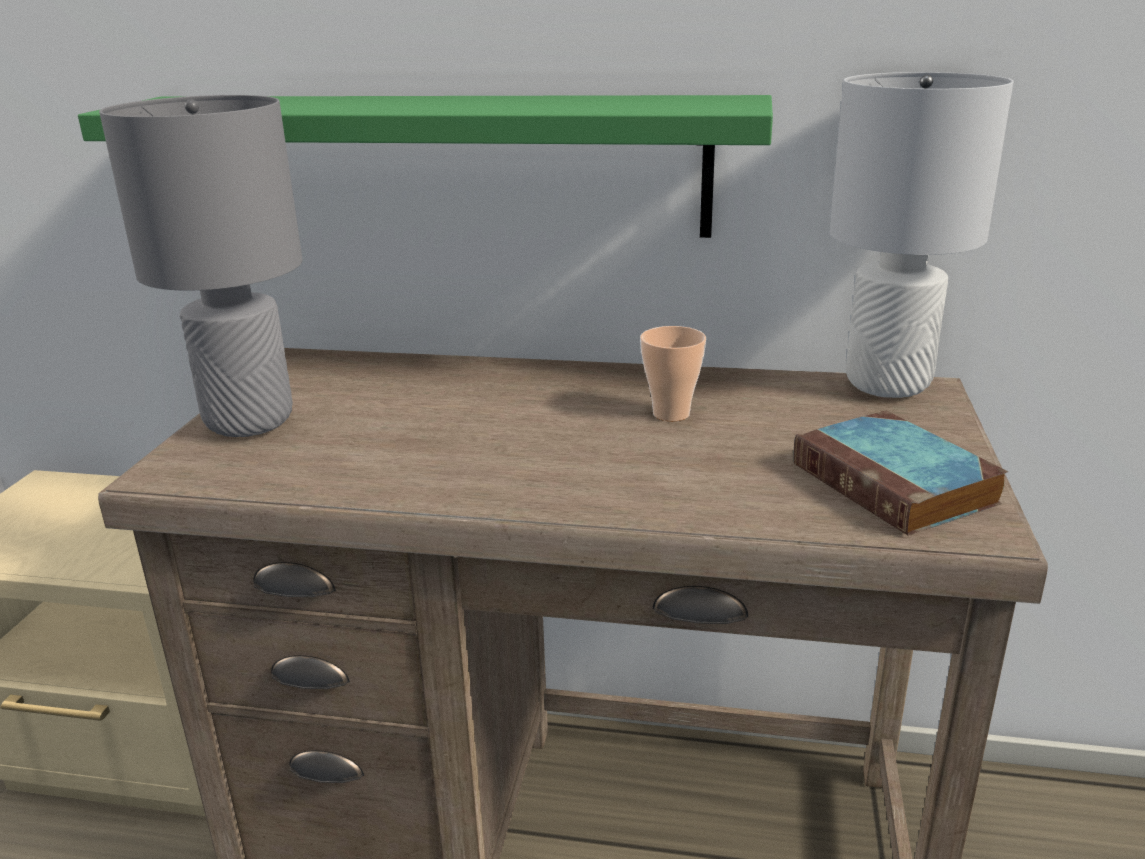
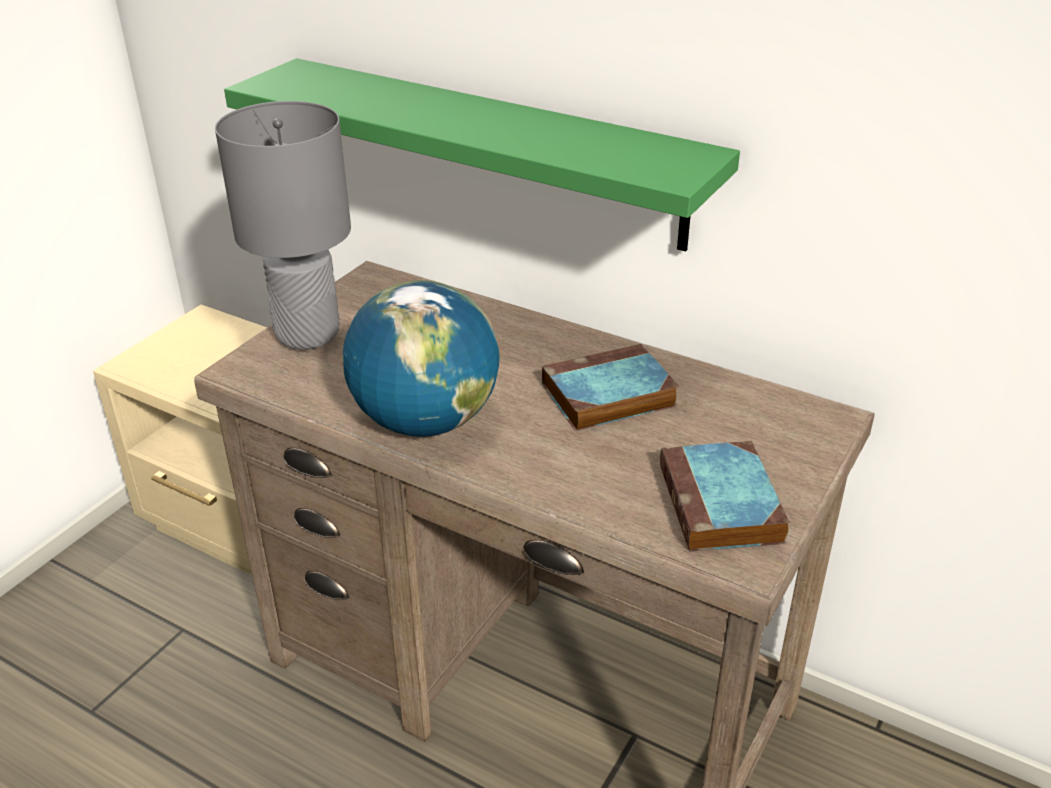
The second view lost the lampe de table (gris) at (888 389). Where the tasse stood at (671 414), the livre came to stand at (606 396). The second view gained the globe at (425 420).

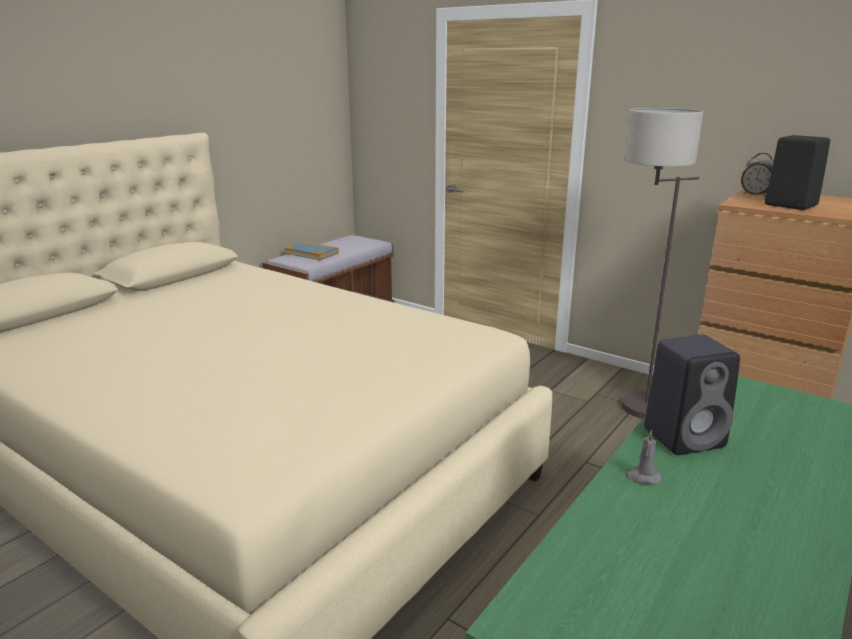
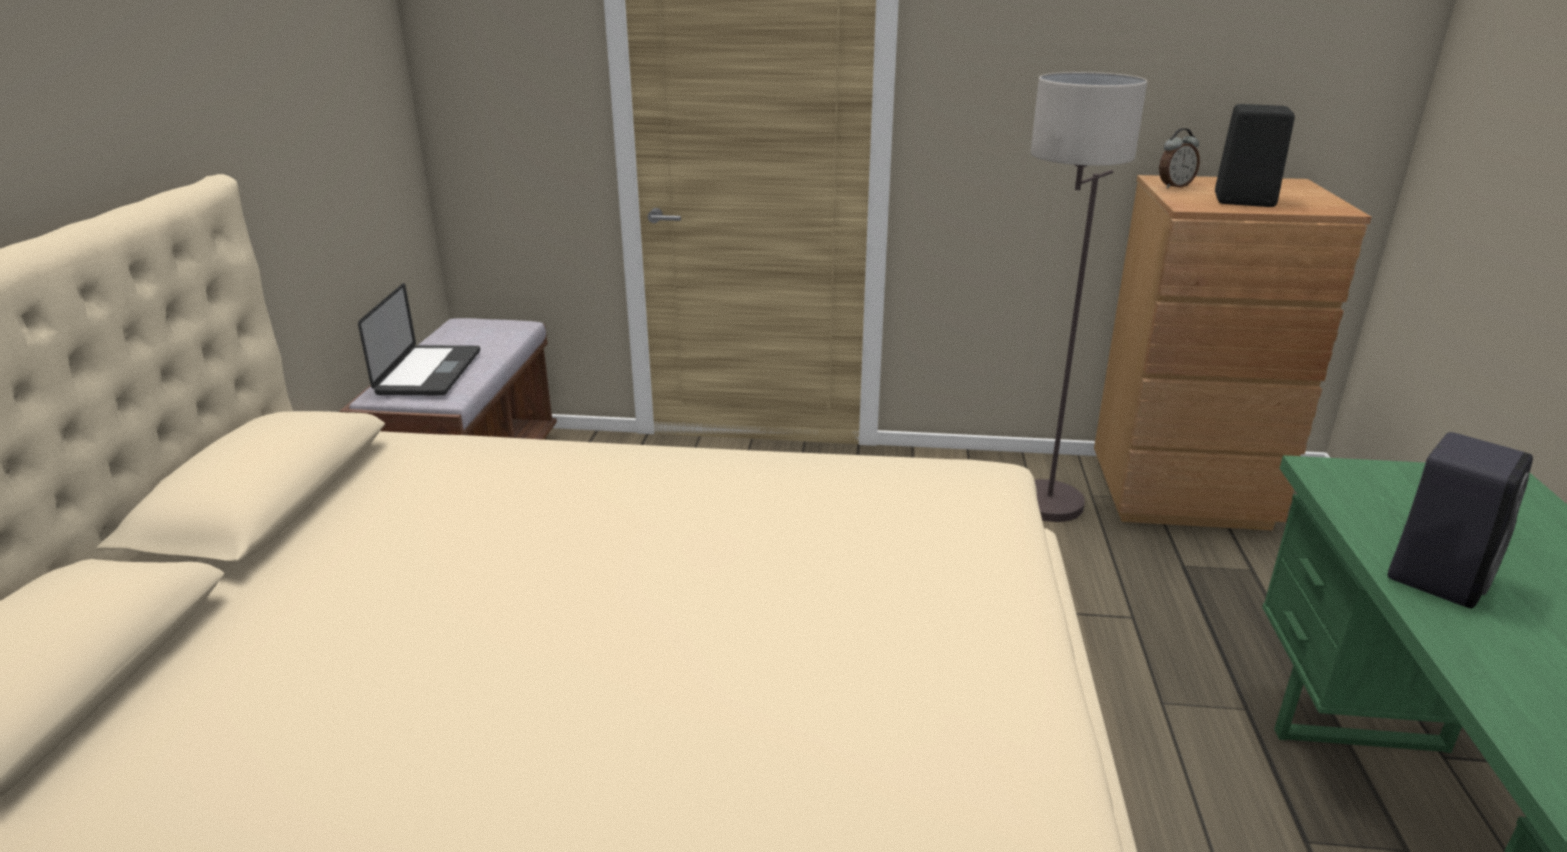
The réveil at (755 194) ended up facing another way, 45 degrees counterclockwise from before. Where the livre stood at (311 253), the ordinateur portable came to stand at (429 372). The second view lost the bougie (gris) at (642 477).

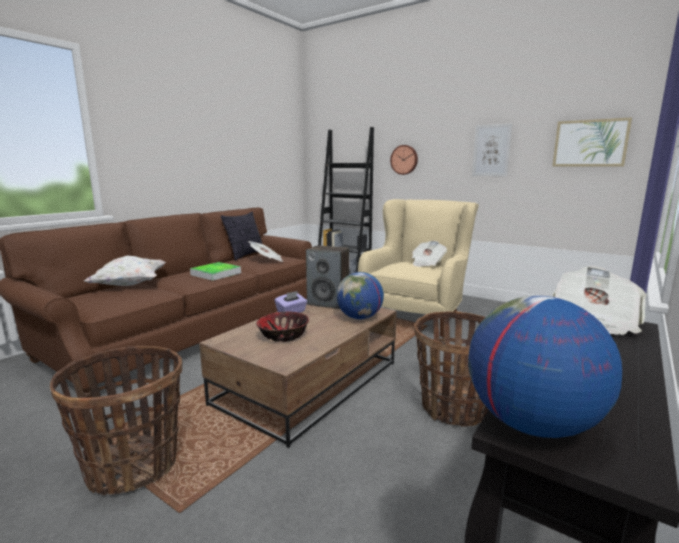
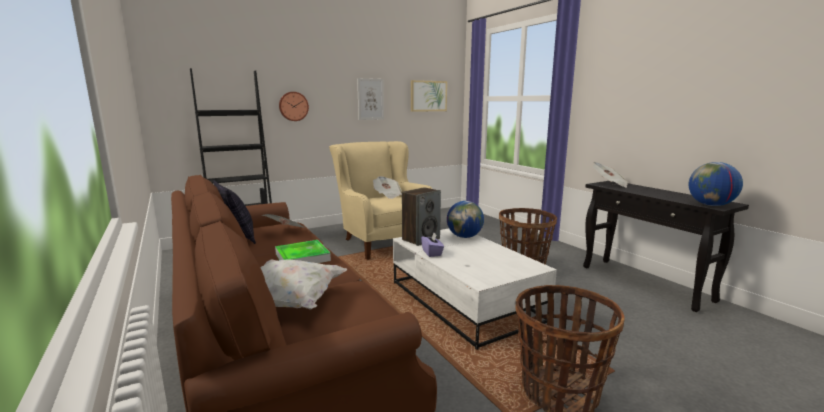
What was the table basse (marron) at (309 382) turned into the table basse (blanc) at (463 301). The second view lost the bol at (283 336).

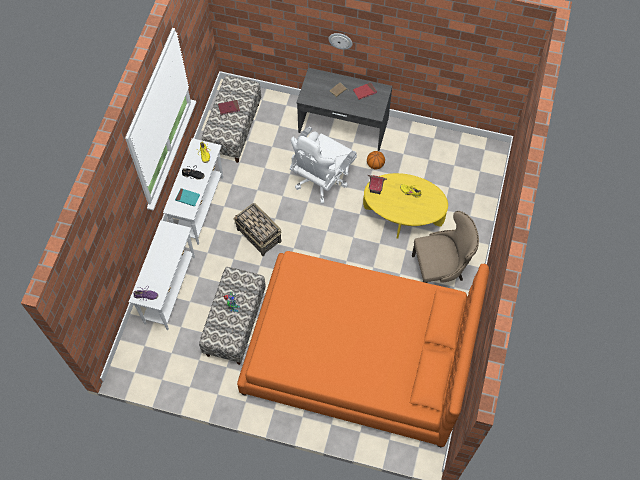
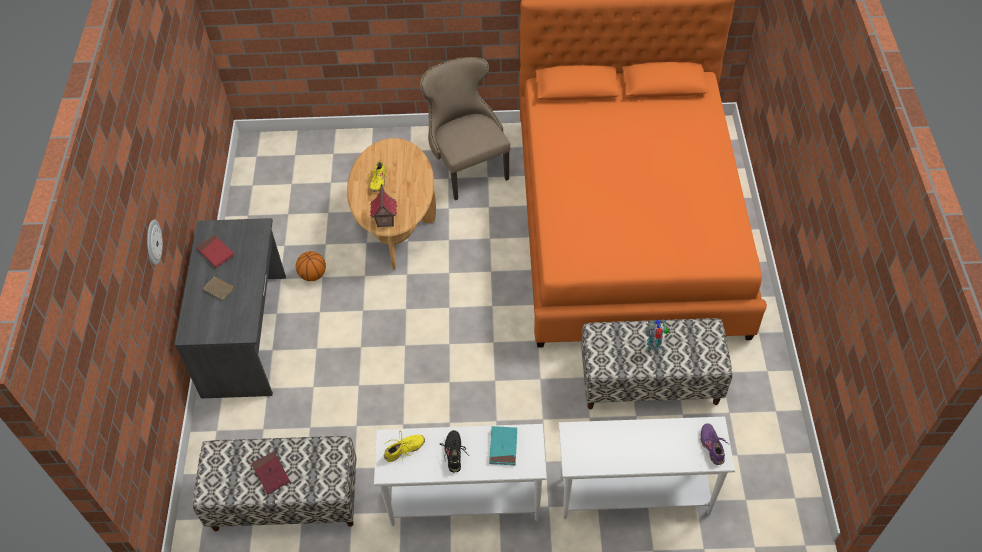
The second view lost the chaise de bureau (blanc) at (322 178). What was the table basse (jaune) at (402 217) turned into the table basse (marron) at (396 223). The second view lost the panier at (259 236).

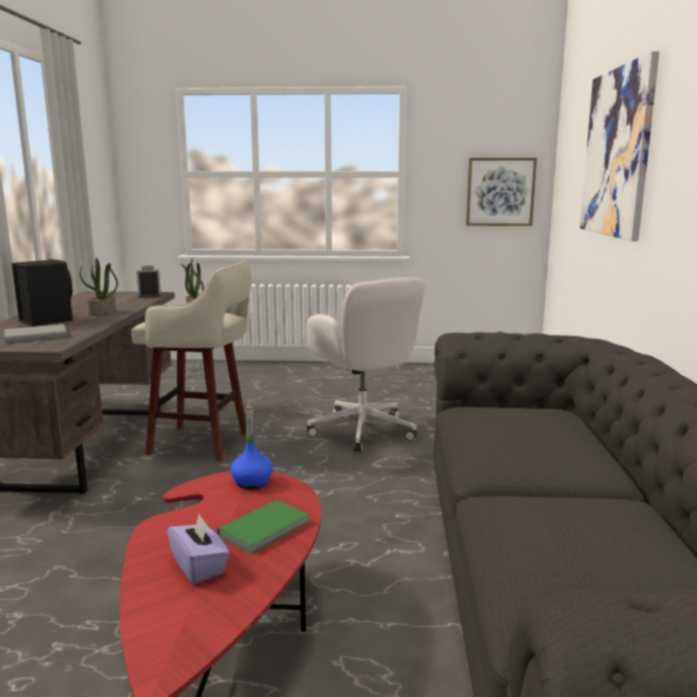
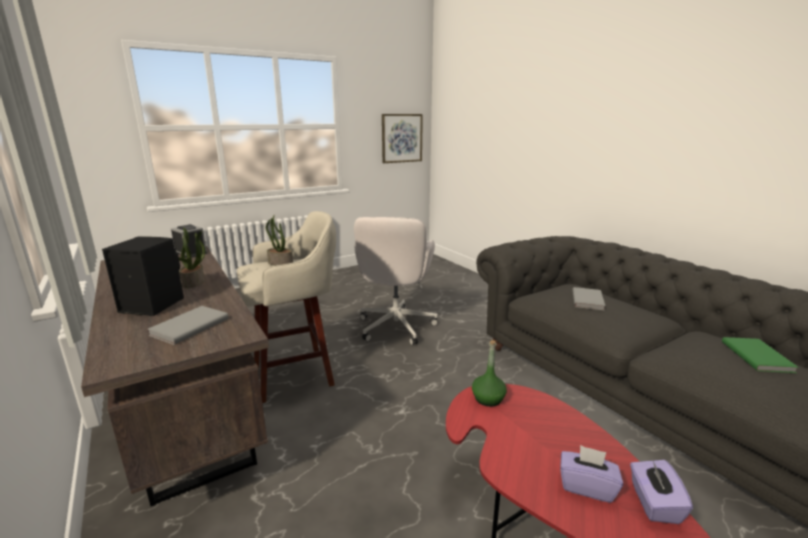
The second view lost the tableau at (617 153). The chaise de bureau (blanc) at (362 431) ended up facing another way, 75 degrees clockwise from before. What was the bouteille (bleu) at (251 482) turned into the bouteille (vert) at (488 399). The livre (vert) ended up elsewhere, having gone from (266 529) to (757 356). The second view gained the livre (gris) at (588 300). The second view gained the boîte à mouchoirs (violet) at (654 503).

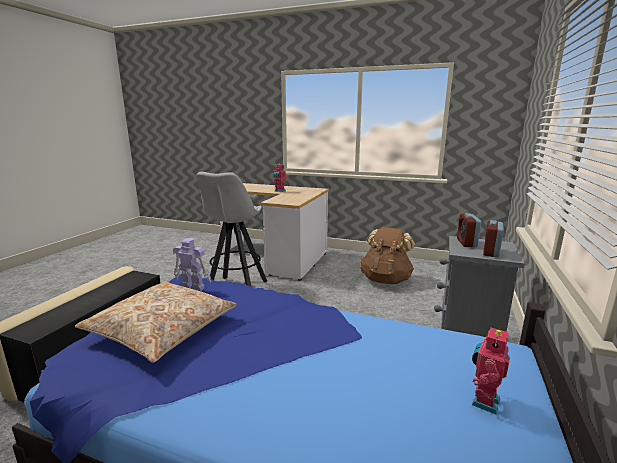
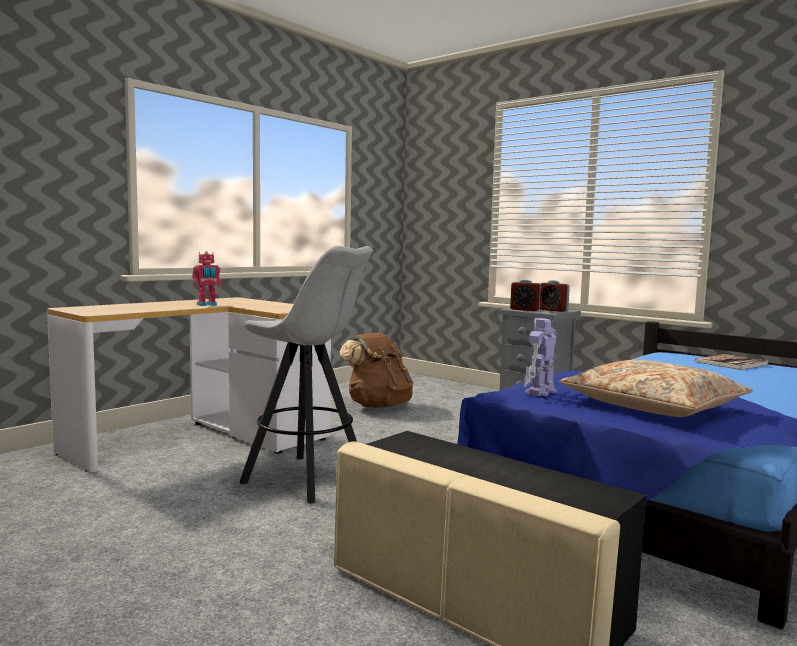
Where the robot jouet stood at (483 401), the livre came to stand at (731 363).

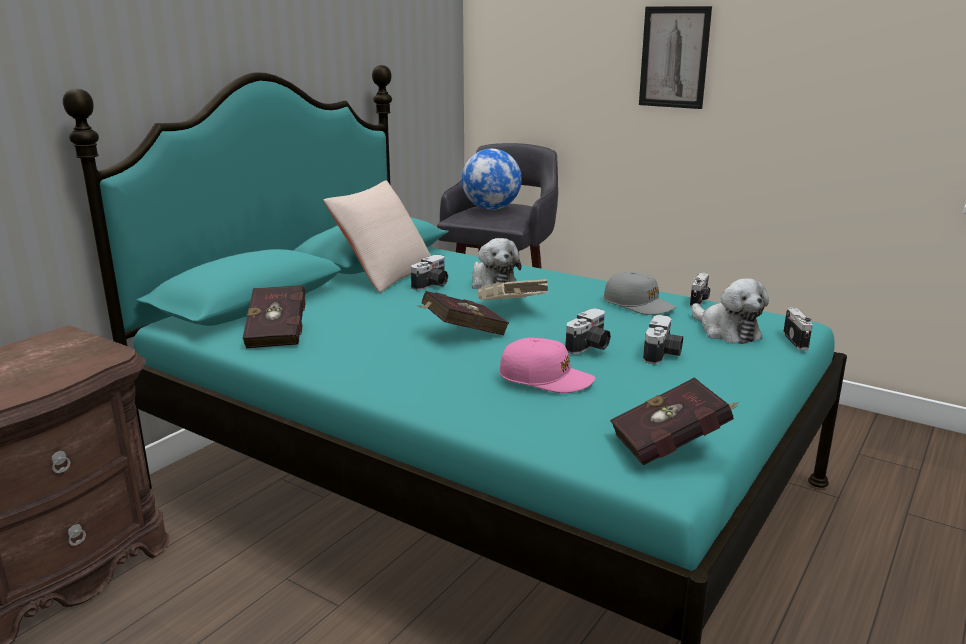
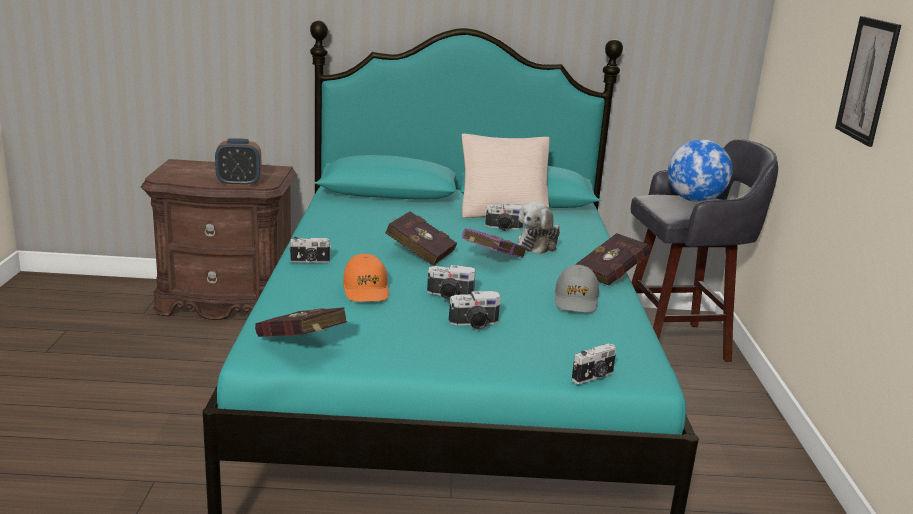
The appareil photo ended up elsewhere, having gone from (699 301) to (310 261). The second view lost the peluche at (726 331). What was the livre (beige) at (512 310) turned into the livre (violet) at (490 260). The livre (rouge) ended up elsewhere, having gone from (279 334) to (613 275). What was the casquette (rose) at (545 378) turned into the casquette (orange) at (366 289). The second view gained the réveil at (239 183).

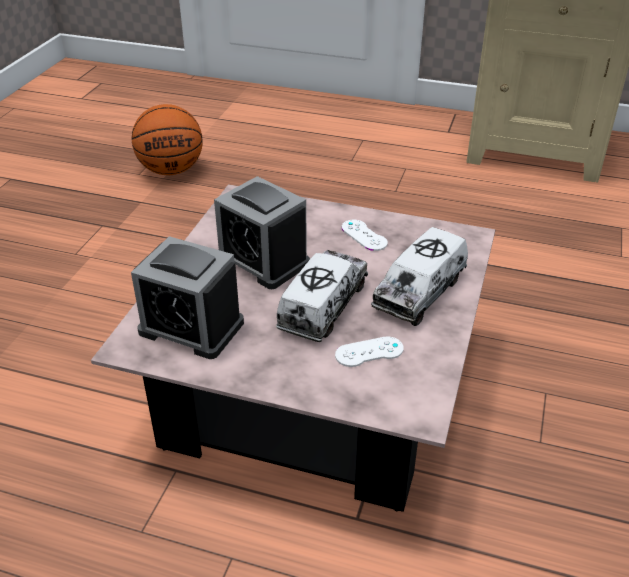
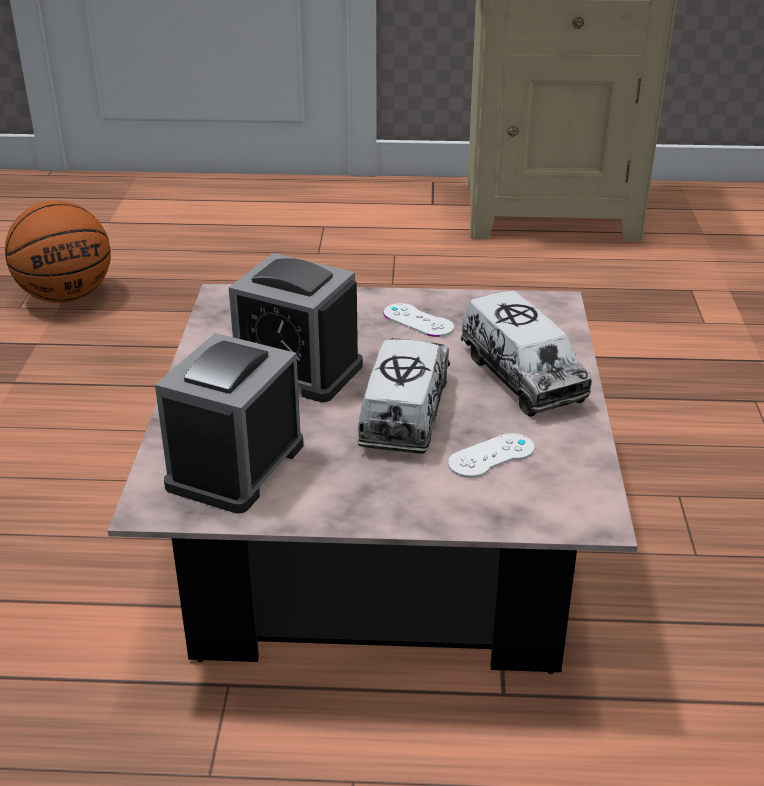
The camion jouet at (419 292) ended up facing another way, 45 degrees counterclockwise from before. The réveil at (191 327) ended up facing another way, 105 degrees clockwise from before.

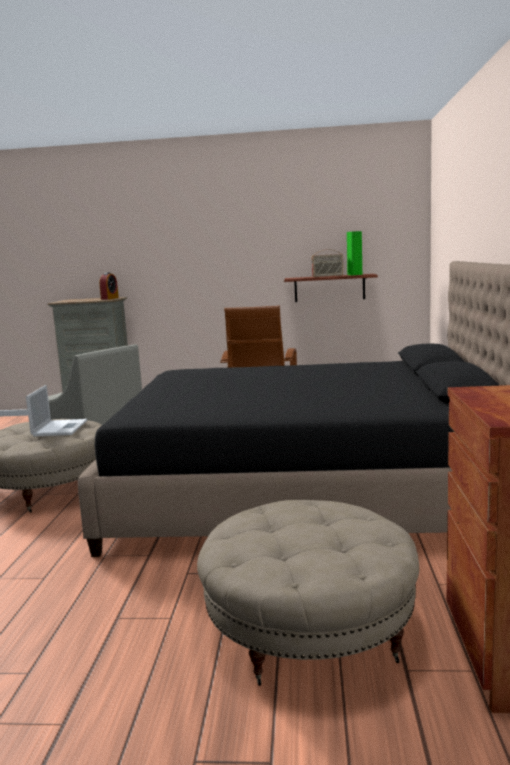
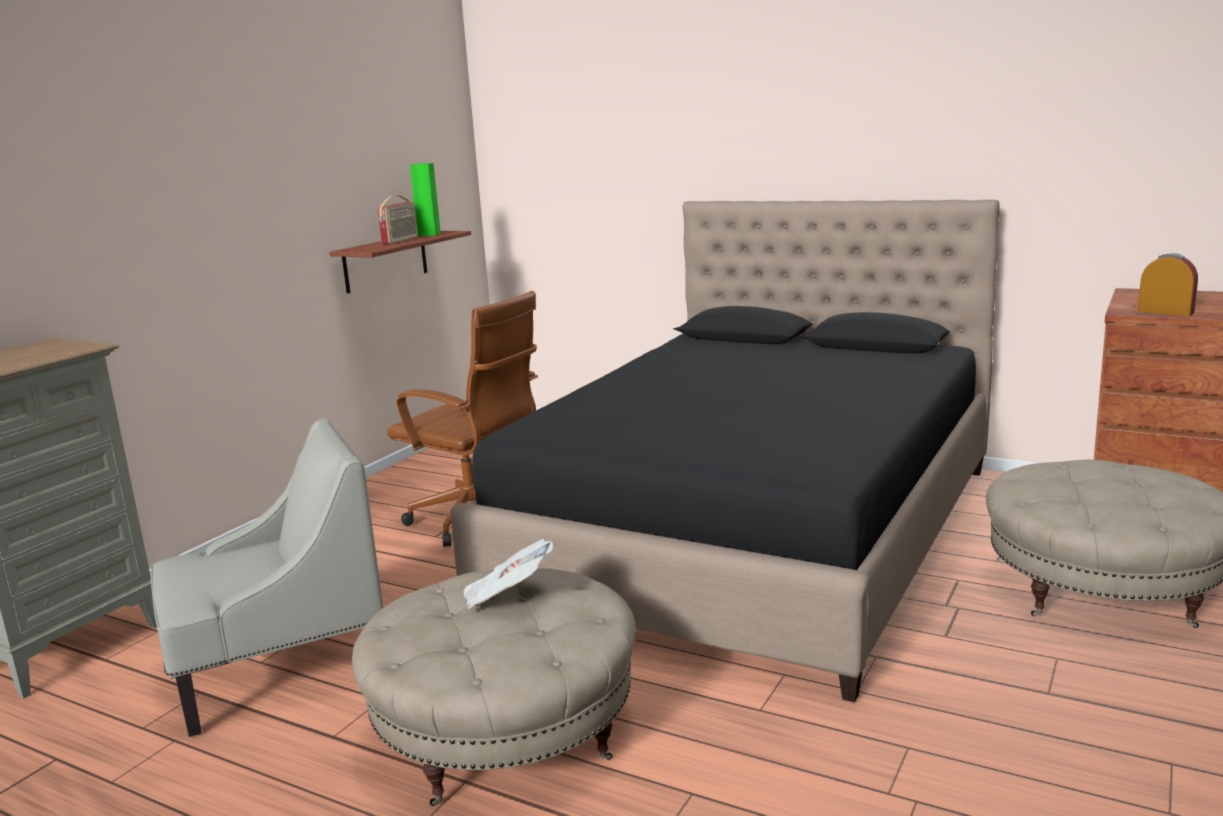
The réveil ended up elsewhere, having gone from (109 298) to (1165 312). Where the ordinateur portable stood at (60 428), the journal came to stand at (507 597).

